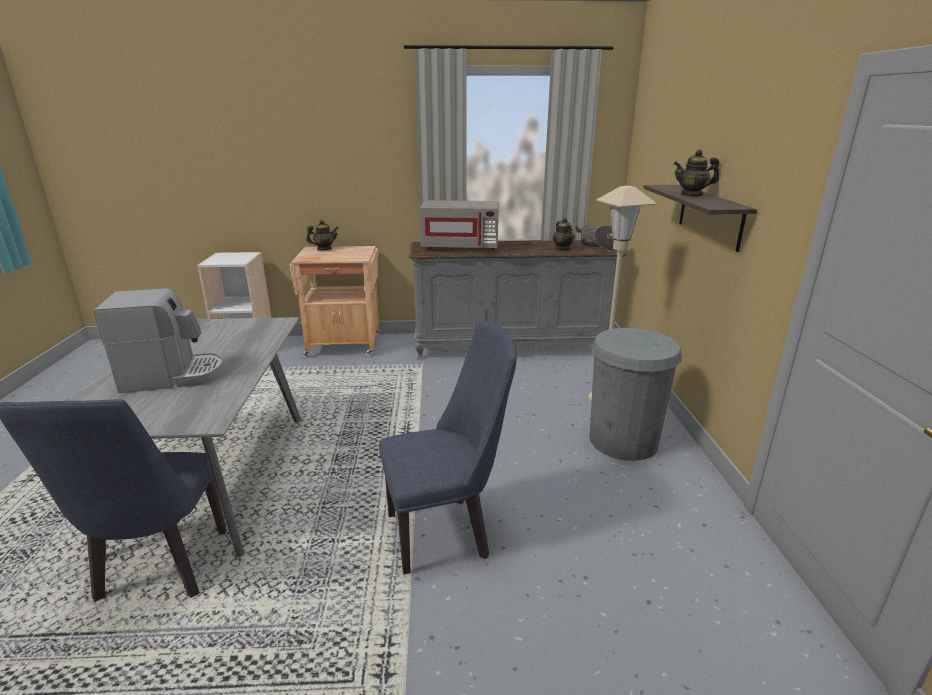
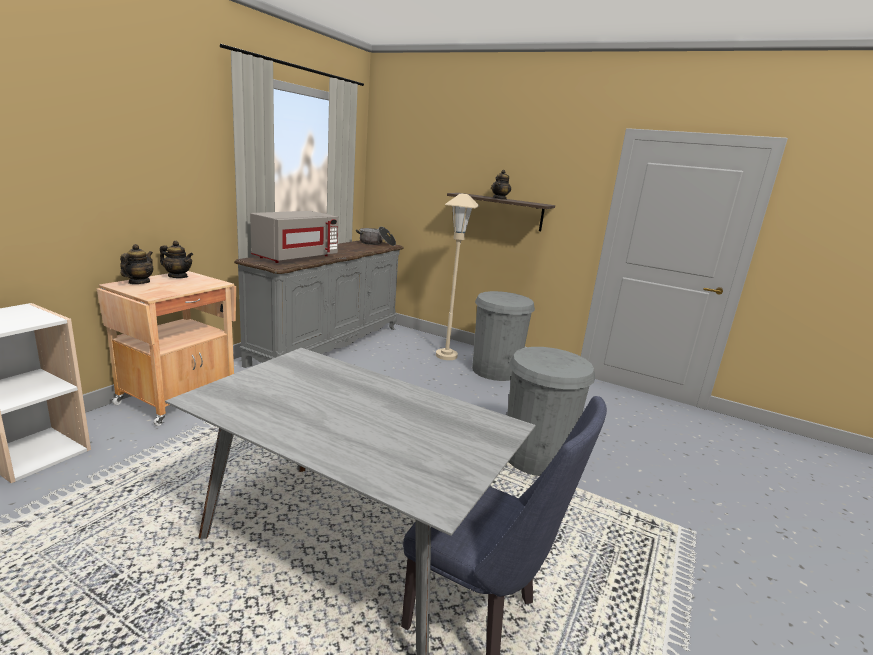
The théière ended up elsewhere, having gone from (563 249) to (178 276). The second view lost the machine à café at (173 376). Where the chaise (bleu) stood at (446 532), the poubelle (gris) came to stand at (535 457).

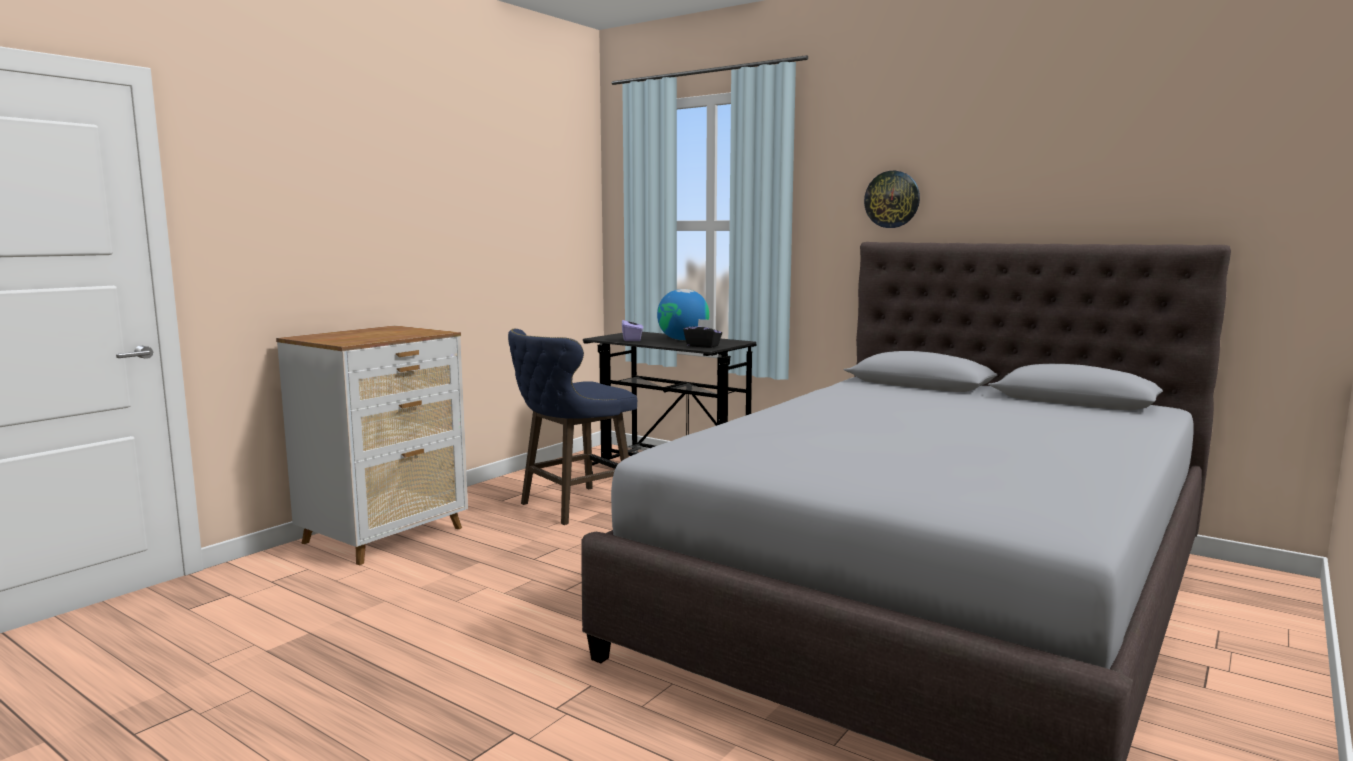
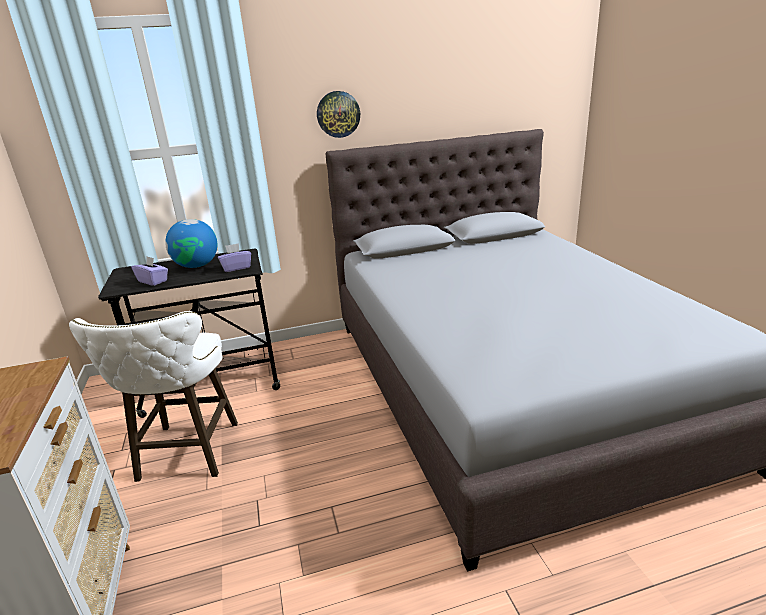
What was the boîte à mouchoirs (noir) at (703 346) turned into the boîte à mouchoirs (violet) at (236 268). What was the tabouret (bleu) at (572 506) turned into the tabouret (blanc) at (187 454).

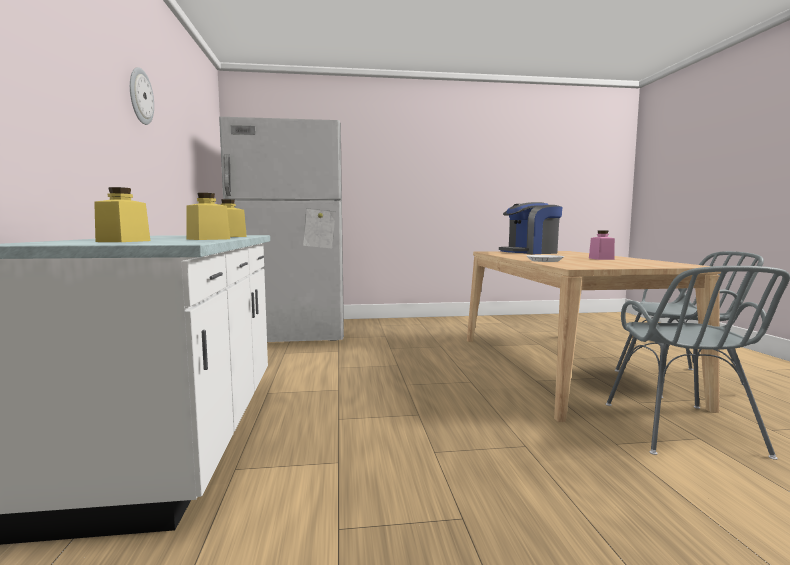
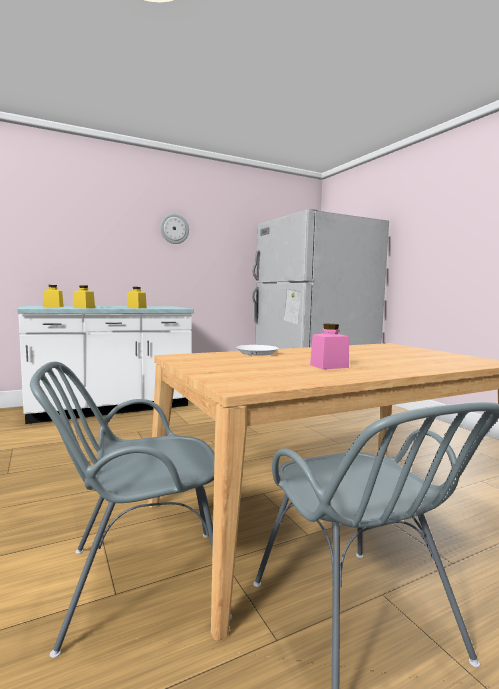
The second view lost the machine à café at (530 252).

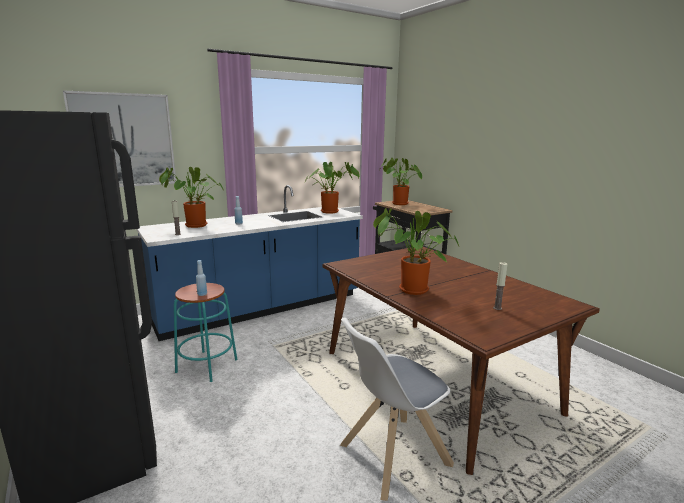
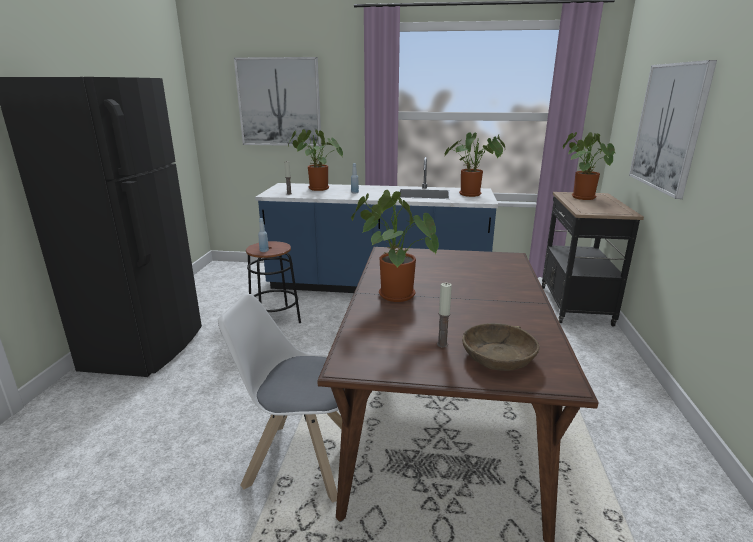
What was the tabouret (turquoise) at (207 365) turned into the tabouret (noir) at (275 319). The second view gained the tableau at (668 127). The second view gained the bol (marron) at (498 356).

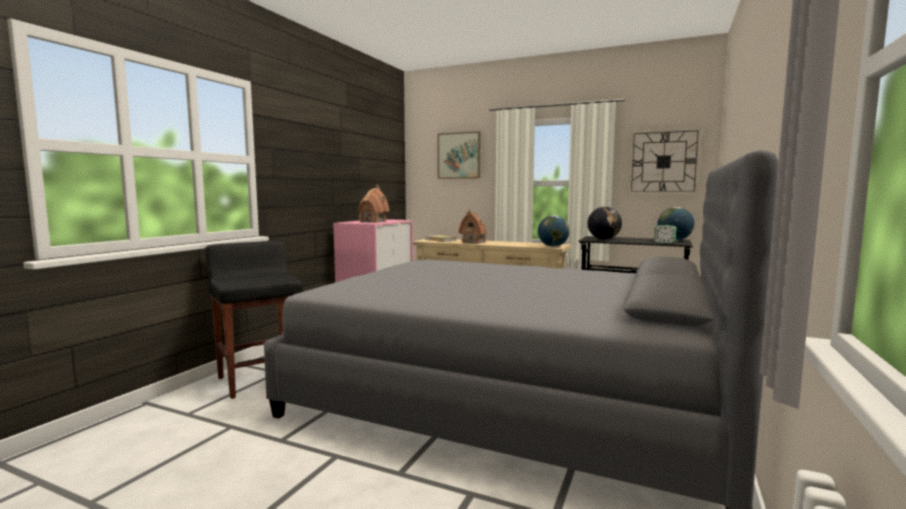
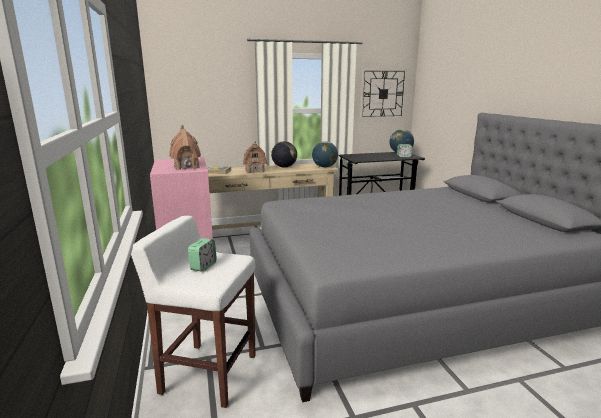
The second view lost the tableau at (459 155). The globe ended up elsewhere, having gone from (604 239) to (284 167). What was the tabouret (noir) at (260 379) turned into the tabouret (blanc) at (208 373). The second view gained the réveil at (203 266).

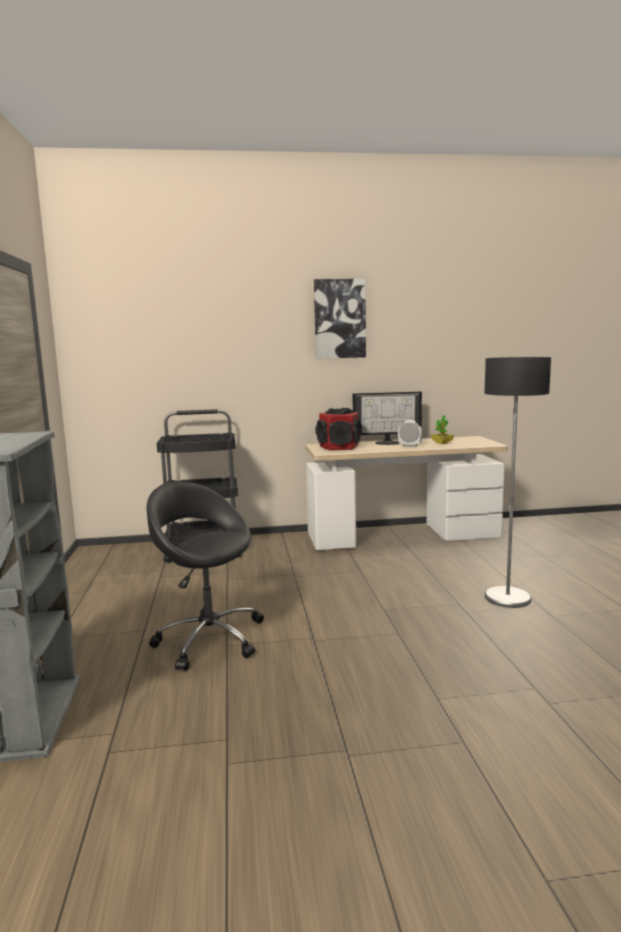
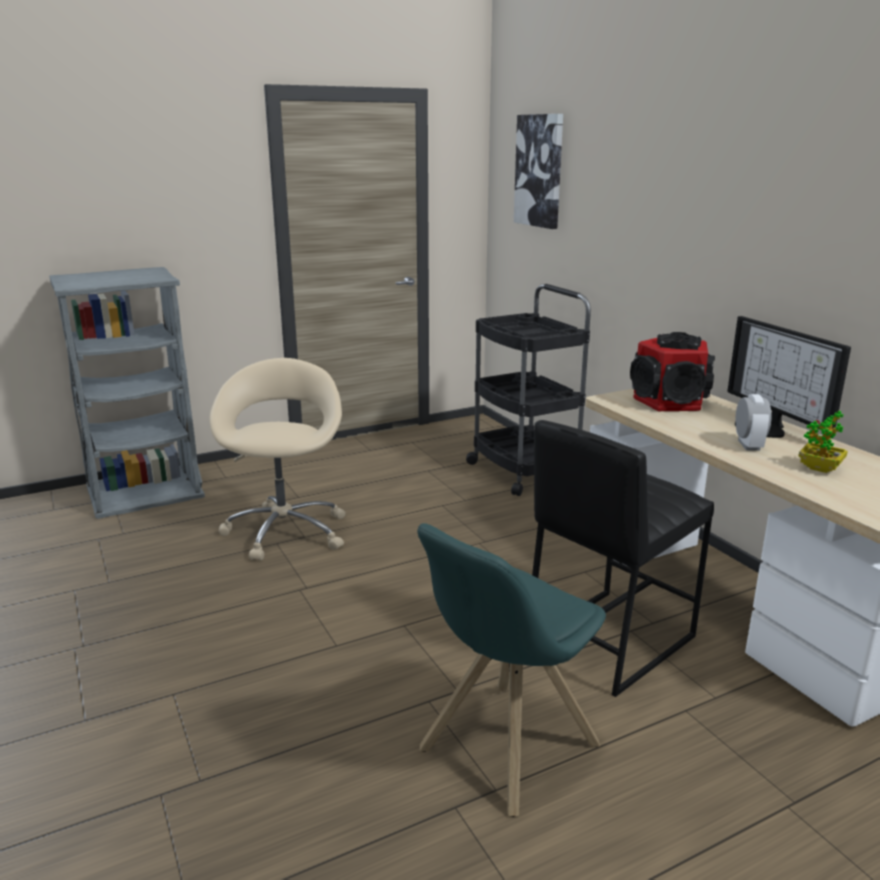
The tableau ended up elsewhere, having gone from (339 319) to (539 171). Where the lampadaire stood at (507 598), the chaise (turquoise) came to stand at (506 746). What was the chaise de bureau (noir) at (208 639) turned into the chaise de bureau (beige) at (286 531). The second view gained the tabouret (noir) at (608 639).

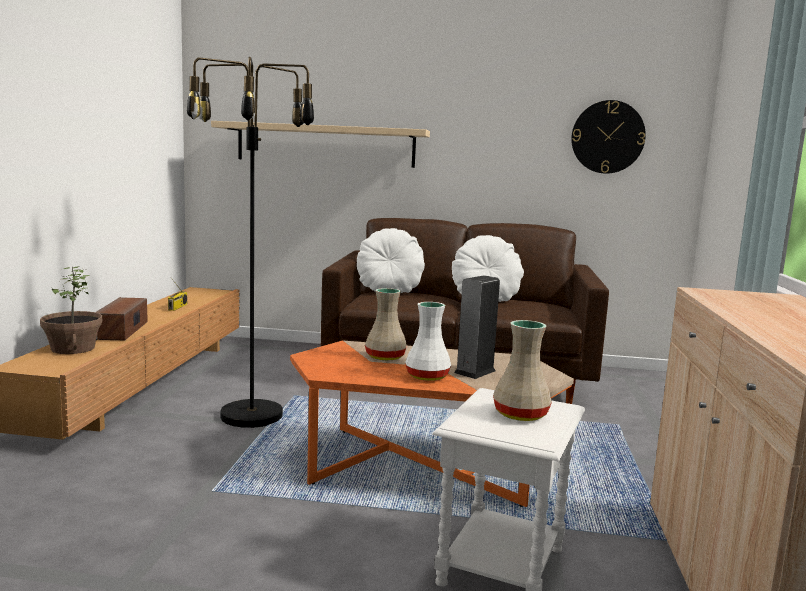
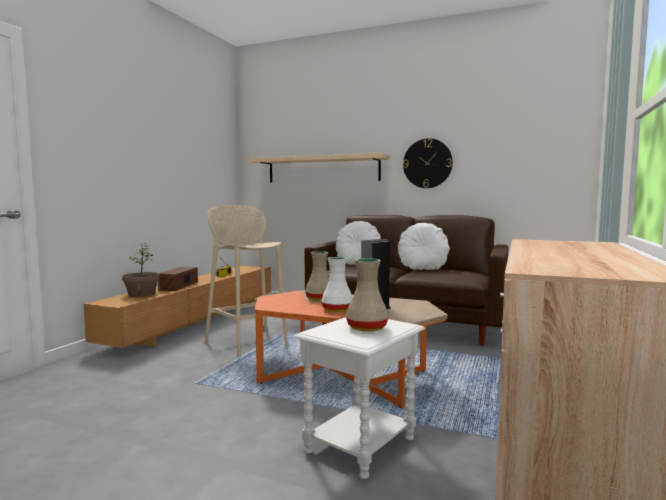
Where the lampadaire stood at (251 416), the tabouret (beige) came to stand at (248 343). The horloge murale ended up elsewhere, having gone from (607 137) to (427 163).

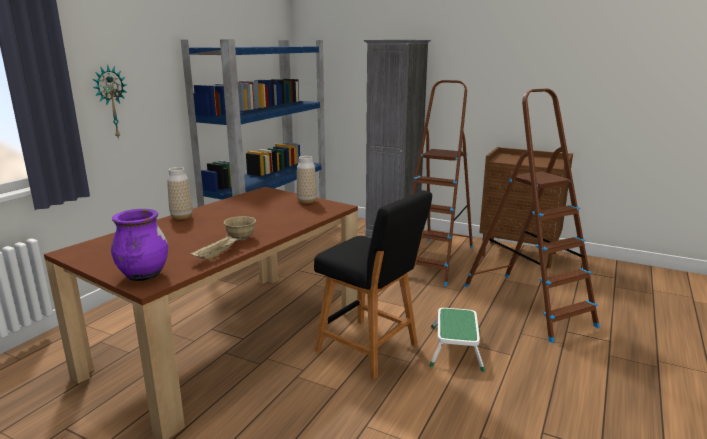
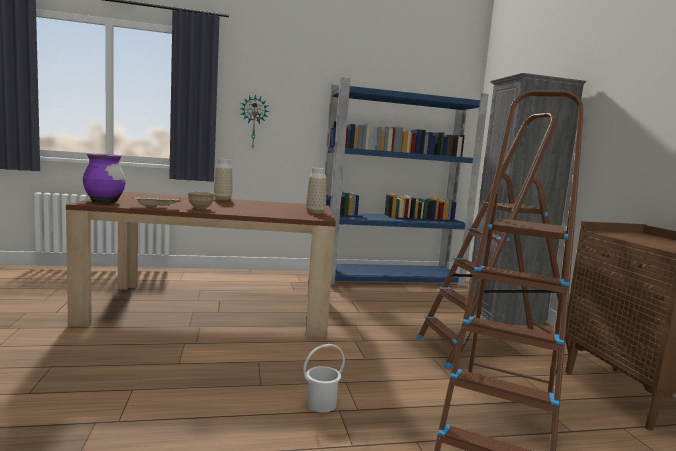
The second view lost the tabouret (noir) at (371 349). Where the escabeau (vert) stood at (456 347), the seau (blanc) came to stand at (321 404).

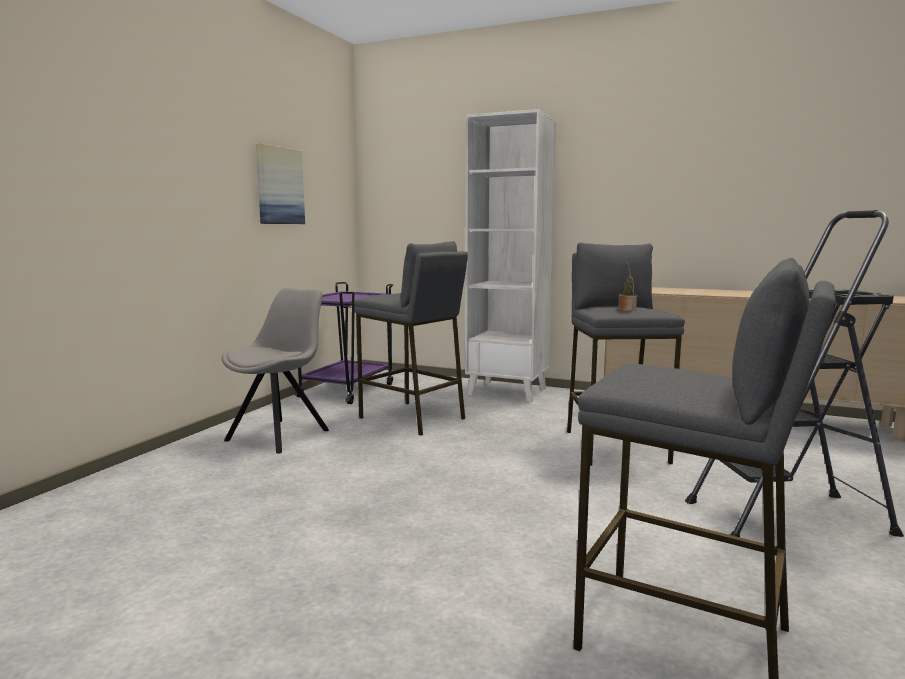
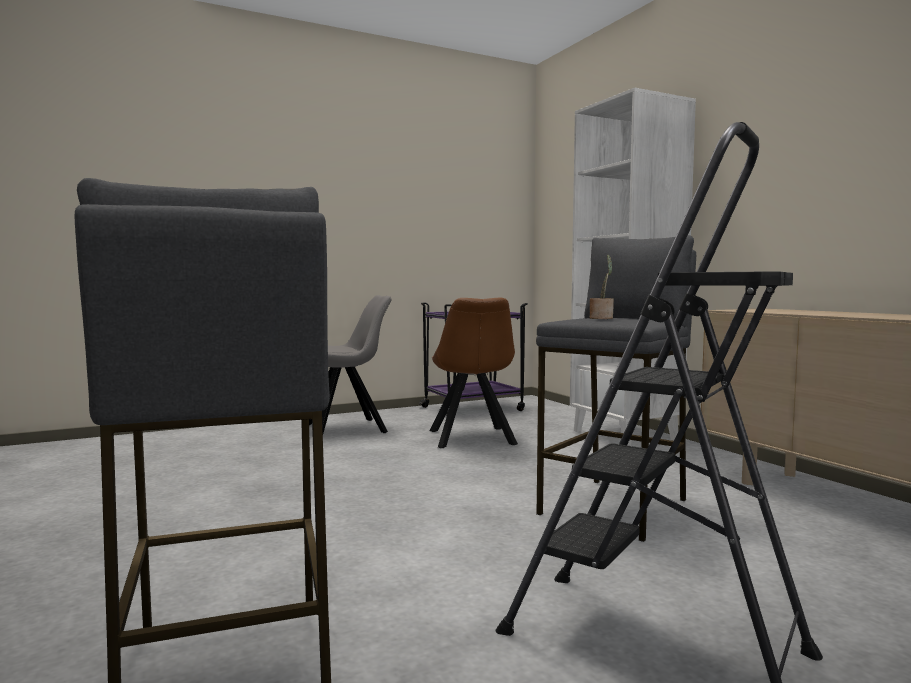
The second view lost the tableau at (279 186). Where the tabouret (gris) stood at (412 418), the chaise (marron) came to stand at (472 438).

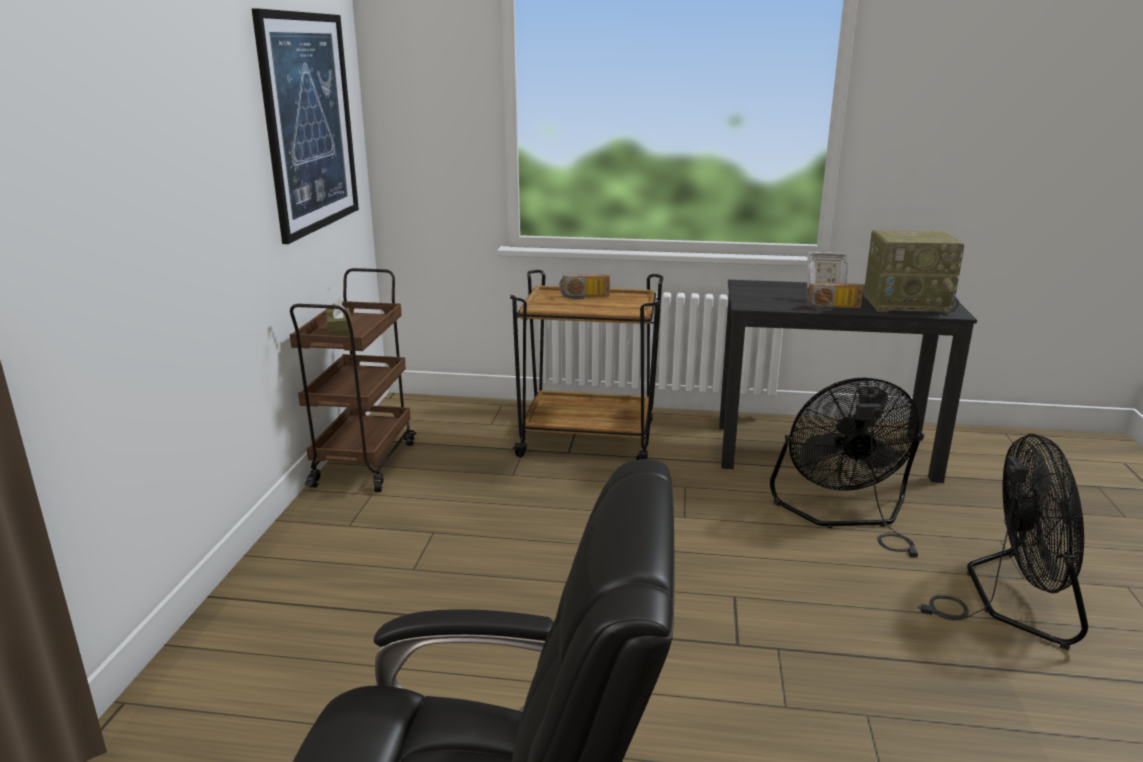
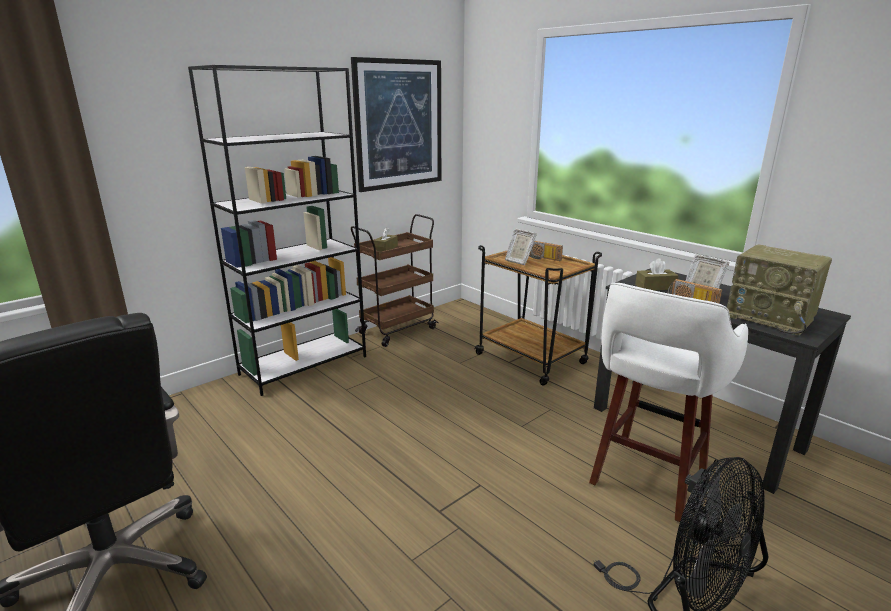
Where the ventilateur (noir) stood at (853 516), the tabouret (blanc) came to stand at (646 479). The second view gained the bibliothèque (blanc) at (304 365). The second view gained the cadre photo at (519 261). The second view gained the boîte à mouchoirs (marron) at (655 287).

